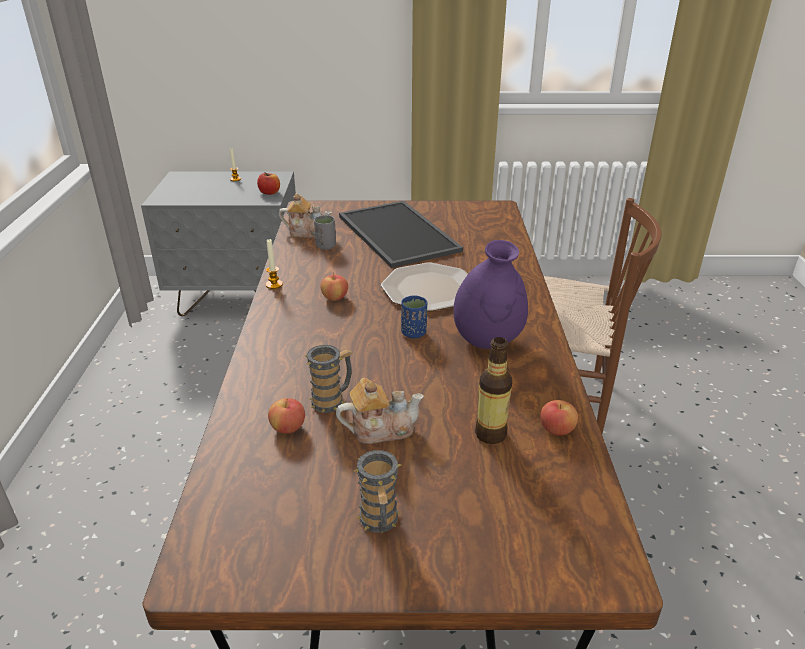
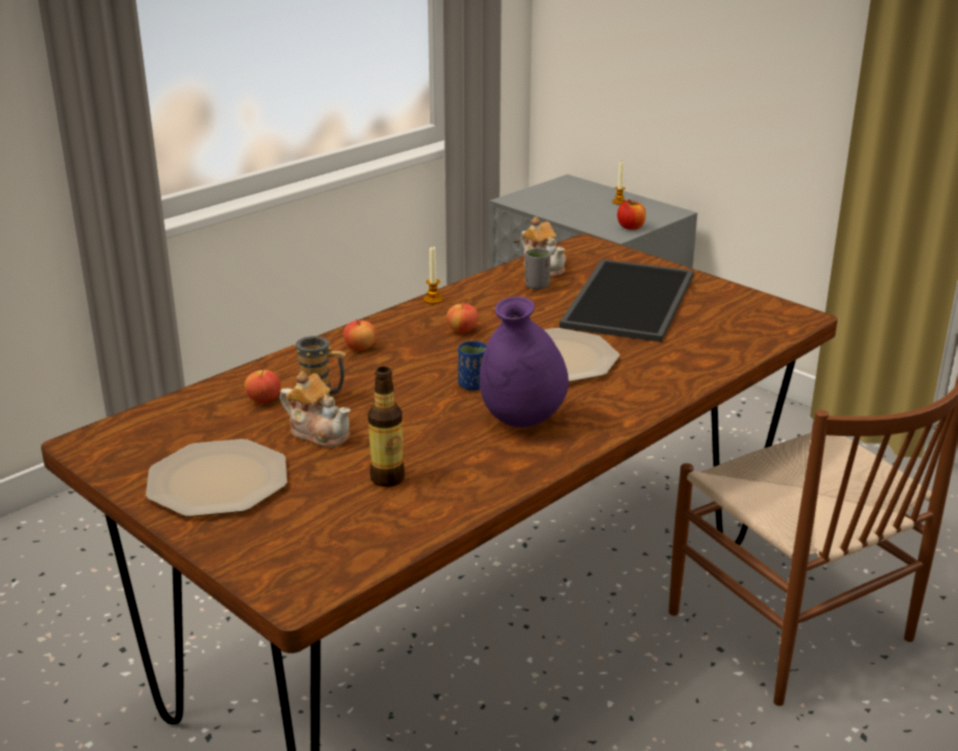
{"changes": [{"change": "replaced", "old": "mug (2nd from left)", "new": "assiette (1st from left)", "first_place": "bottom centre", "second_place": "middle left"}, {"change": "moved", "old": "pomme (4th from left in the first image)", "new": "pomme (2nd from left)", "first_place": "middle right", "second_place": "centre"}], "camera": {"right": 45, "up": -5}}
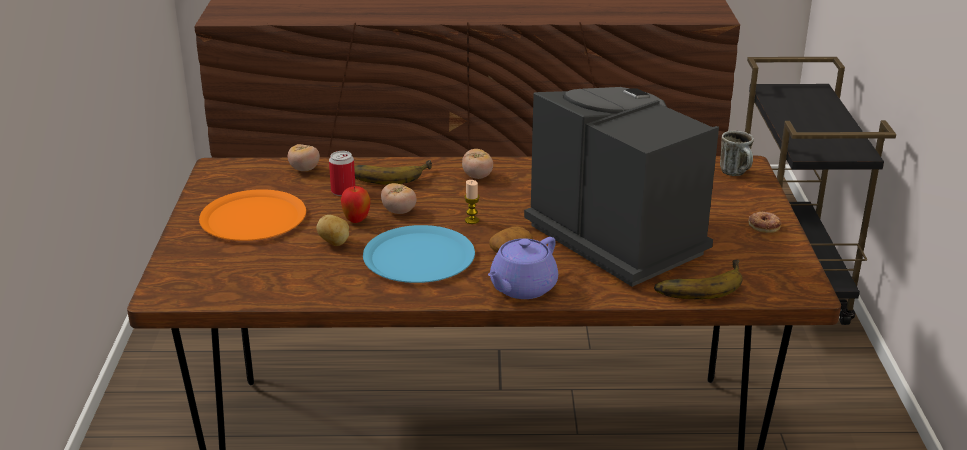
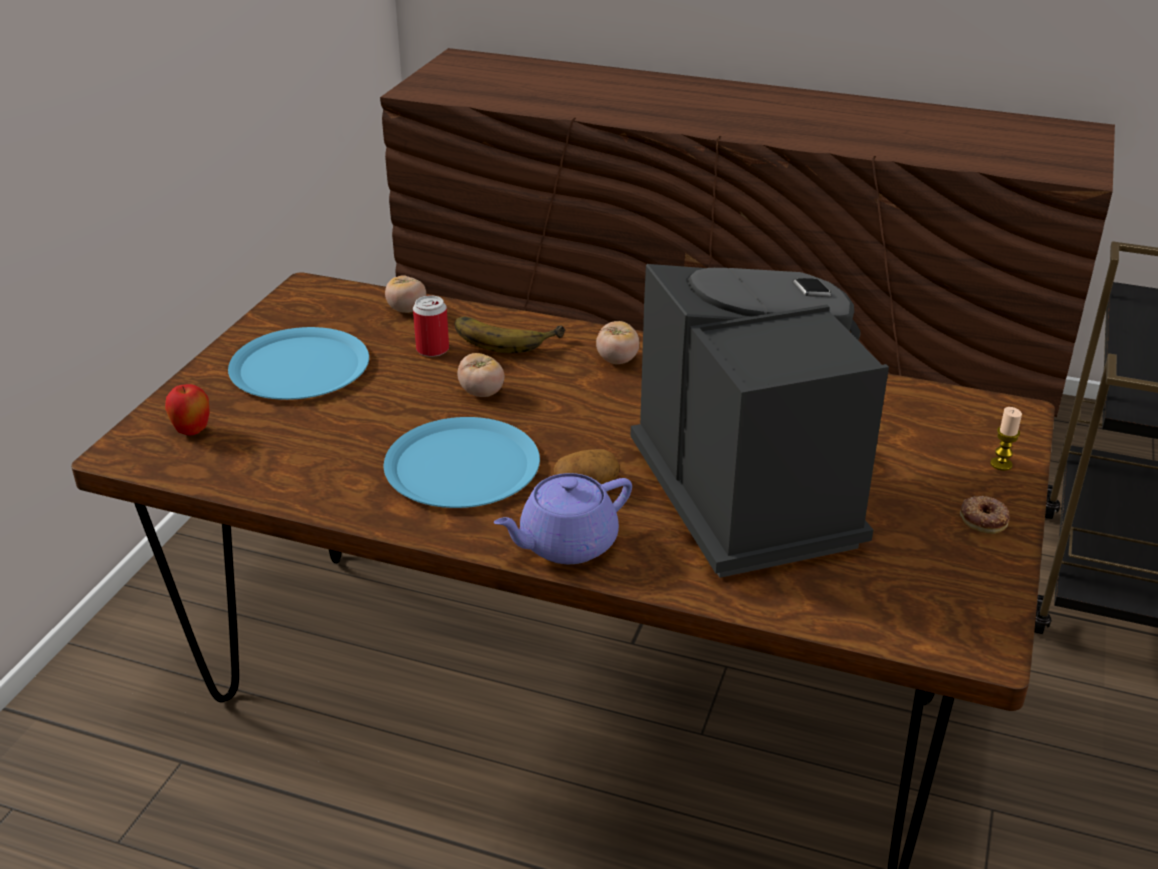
{"changes": [{"change": "recoloured", "old": "assiette [orange]", "new": "assiette [bleu] (1st from left)", "first_place": "middle left", "second_place": "middle left"}, {"change": "removed", "old": "pomme de terre (1st from left)", "first_place": "centre"}, {"change": "moved", "old": "pomme", "first_place": "centre", "second_place": "middle left"}, {"change": "moved", "old": "bougie", "first_place": "centre", "second_place": "middle right"}, {"change": "removed", "old": "banane (2nd from left)", "first_place": "middle right"}, {"change": "removed", "old": "mug", "first_place": "middle right"}], "camera": {"right": 20, "up": 5}}
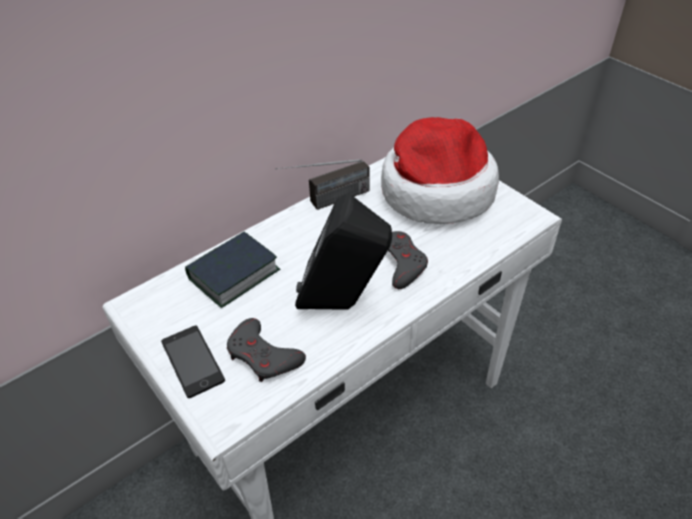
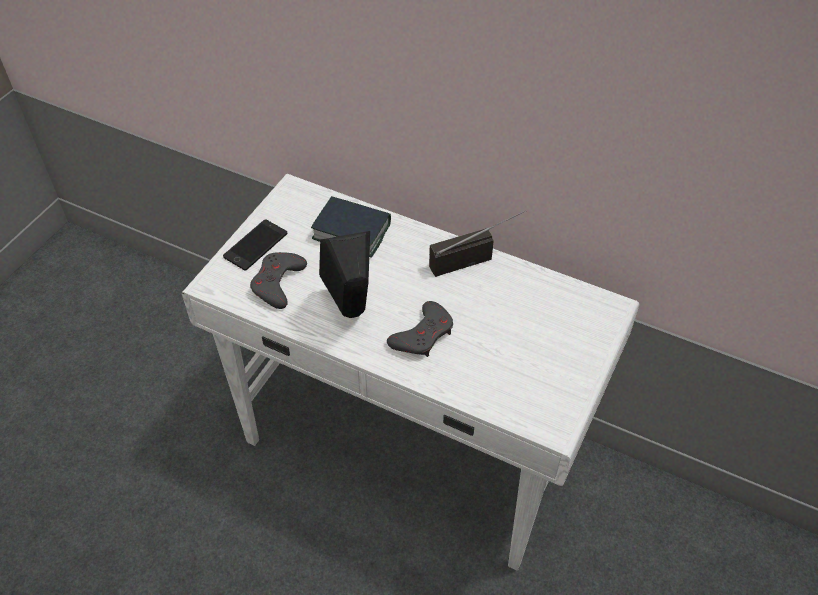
{"changes": [{"change": "turned", "old": "radio", "first_place": "centre", "second_place": "centre", "degrees": 120}, {"change": "removed", "old": "chapeau", "first_place": "top centre"}], "camera": {"right": 65, "up": 5}}
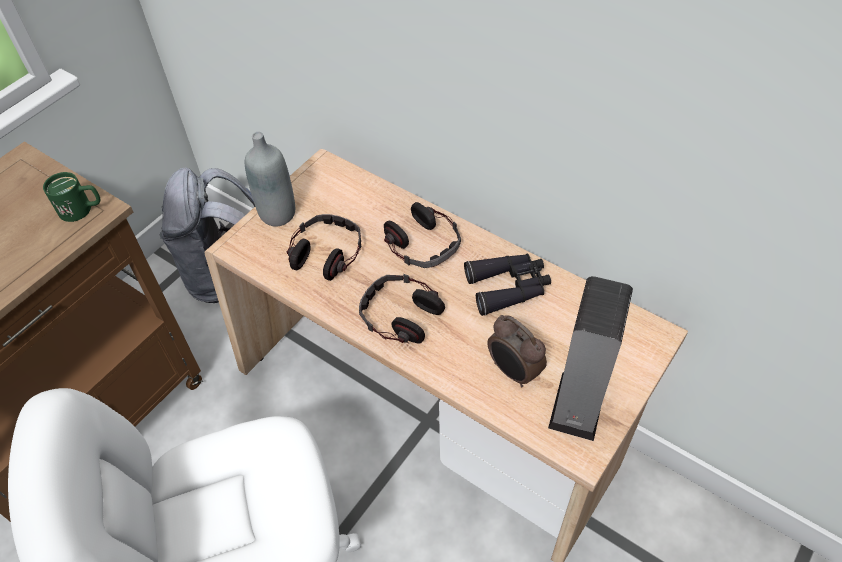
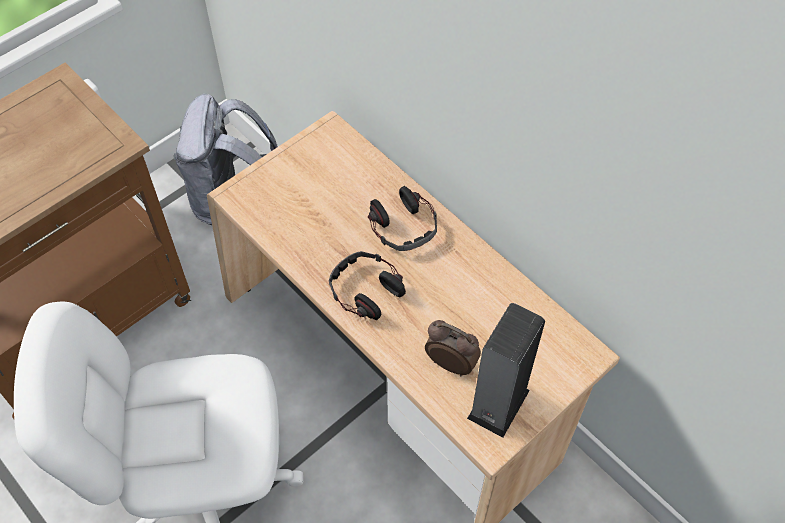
{"changes": [{"change": "removed", "old": "mug [vert]", "first_place": "middle left"}, {"change": "removed", "old": "bouteille [gris]", "first_place": "top left"}, {"change": "removed", "old": "casque audio (1st from left)", "first_place": "centre"}, {"change": "removed", "old": "jumelles [noir]", "first_place": "centre"}, {"change": "turned", "old": "réveil", "first_place": "centre", "second_place": "centre", "degrees": 150}], "camera": {"right": 10, "up": 5}}
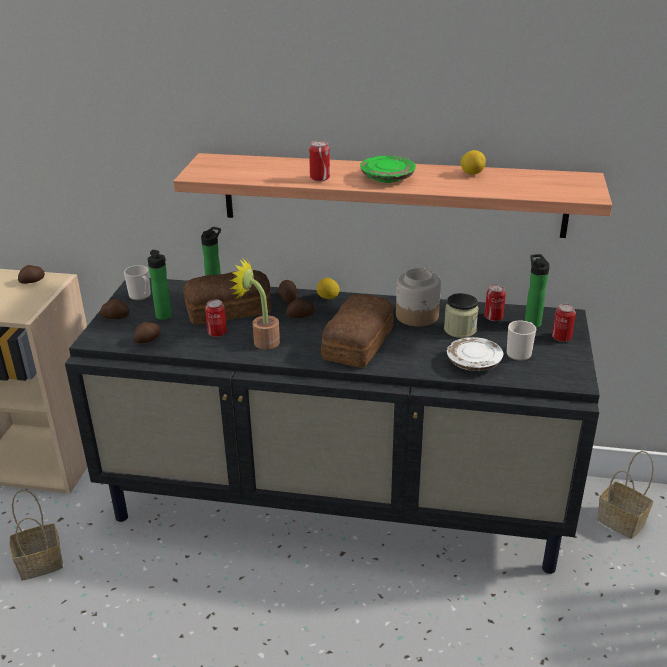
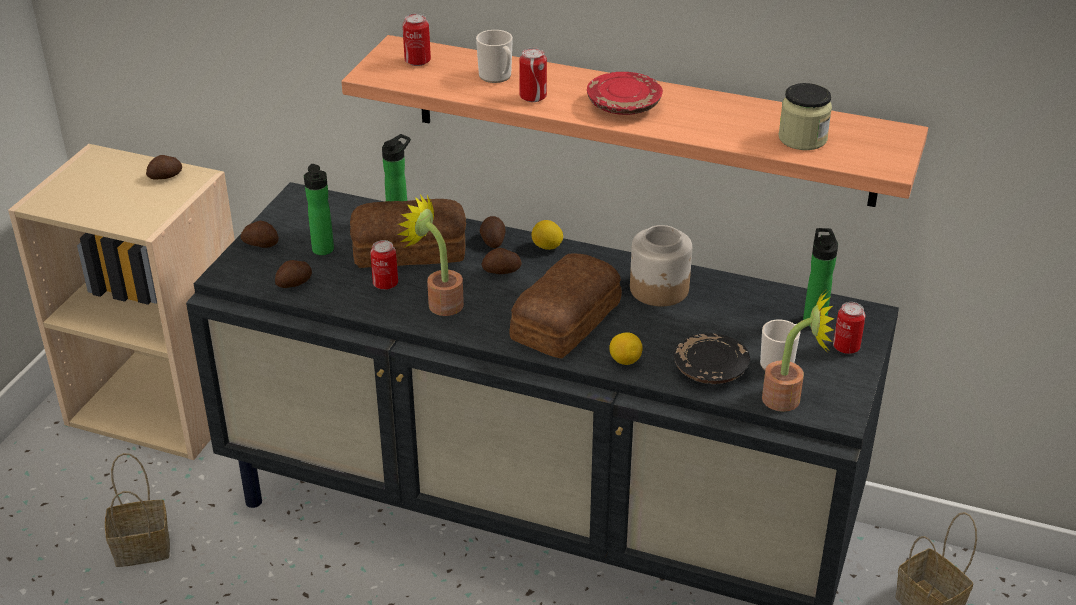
{"changes": [{"change": "moved", "old": "mug (1st from left)", "first_place": "middle left", "second_place": "top centre"}, {"change": "recoloured", "old": "assiette [vert]", "new": "assiette [rouge]", "first_place": "top centre", "second_place": "top centre"}, {"change": "moved", "old": "bocal (2nd from left)", "first_place": "middle right", "second_place": "top right"}, {"change": "recoloured", "old": "assiette [blanc]", "new": "assiette [noir]", "first_place": "middle right", "second_place": "centre"}, {"change": "moved", "old": "citron (2nd from left)", "first_place": "top right", "second_place": "centre"}, {"change": "moved", "old": "boîte métallique (3rd from left in the first image)", "new": "boîte métallique (2nd from left)", "first_place": "middle right", "second_place": "top centre"}, {"change": "added", "new": "plante en pot (2nd from left)", "second_place": "middle right"}], "camera": {"right": 10, "up": 5}}
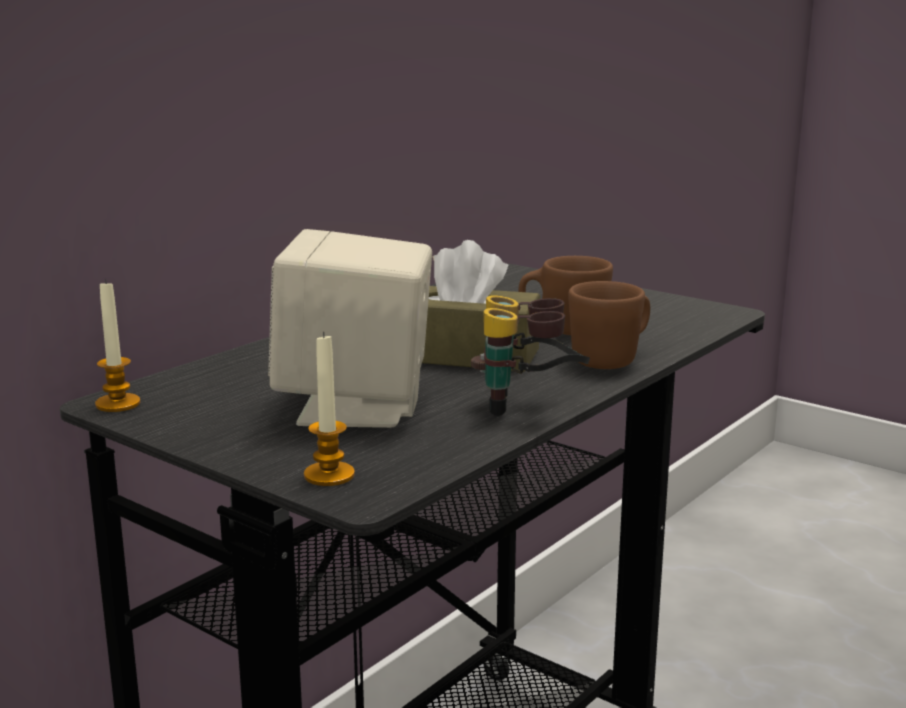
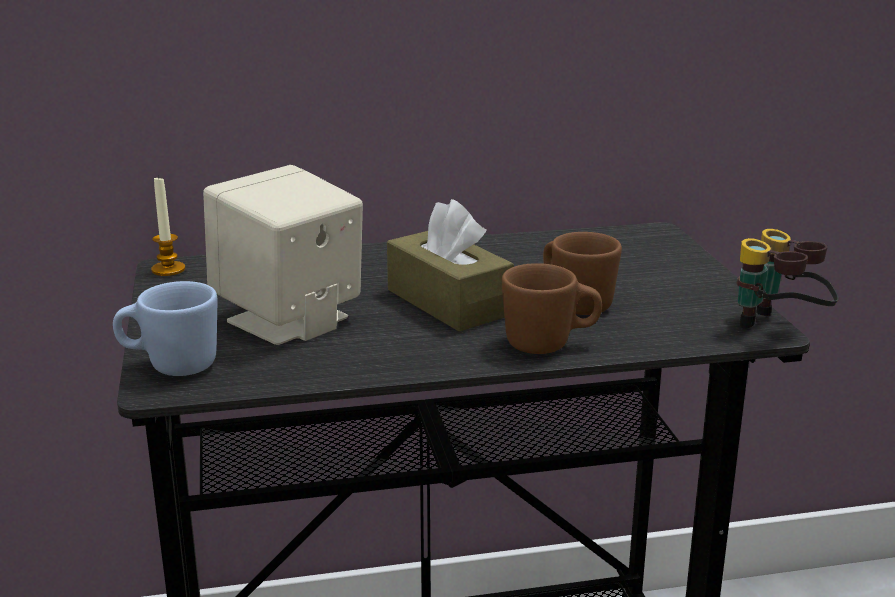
{"changes": [{"change": "replaced", "old": "bougie (2nd from left)", "new": "mug [bleu]", "first_place": "centre", "second_place": "middle left"}, {"change": "moved", "old": "jumelles", "first_place": "centre", "second_place": "middle right"}], "camera": {"right": 40, "up": 5}}
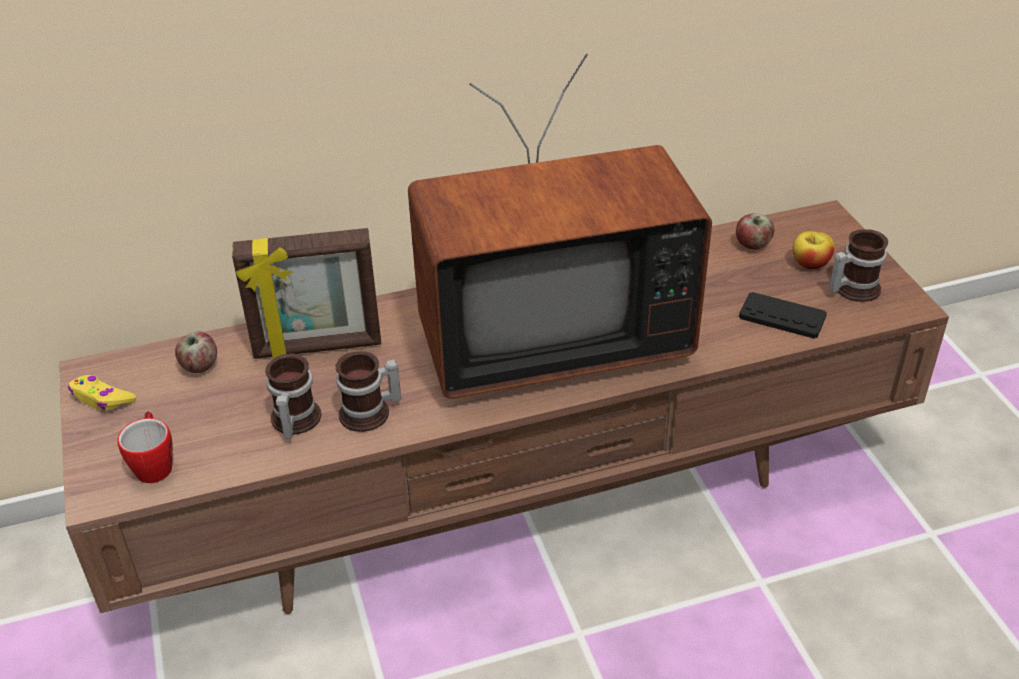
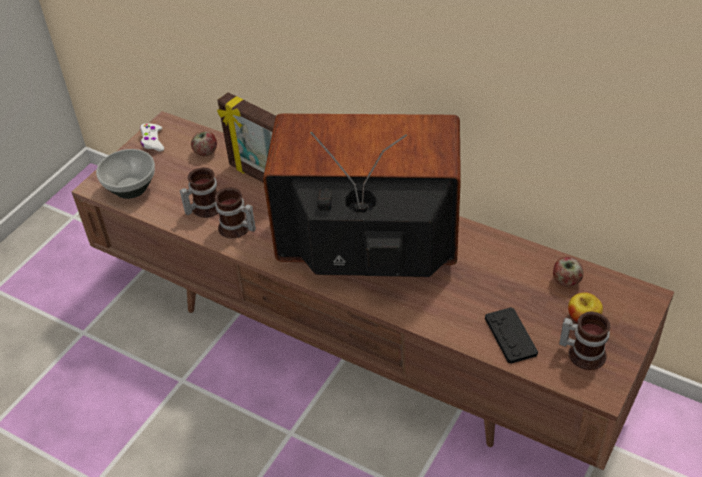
{"changes": [{"change": "recoloured", "old": "manette [jaune]", "new": "manette [blanc]", "first_place": "middle left", "second_place": "top left"}, {"change": "replaced", "old": "mug (1st from left)", "new": "bol", "first_place": "middle left", "second_place": "middle left"}, {"change": "turned", "old": "téléviseur", "first_place": "top centre", "second_place": "centre", "degrees": 150}], "camera": {"right": 50, "up": 5}}
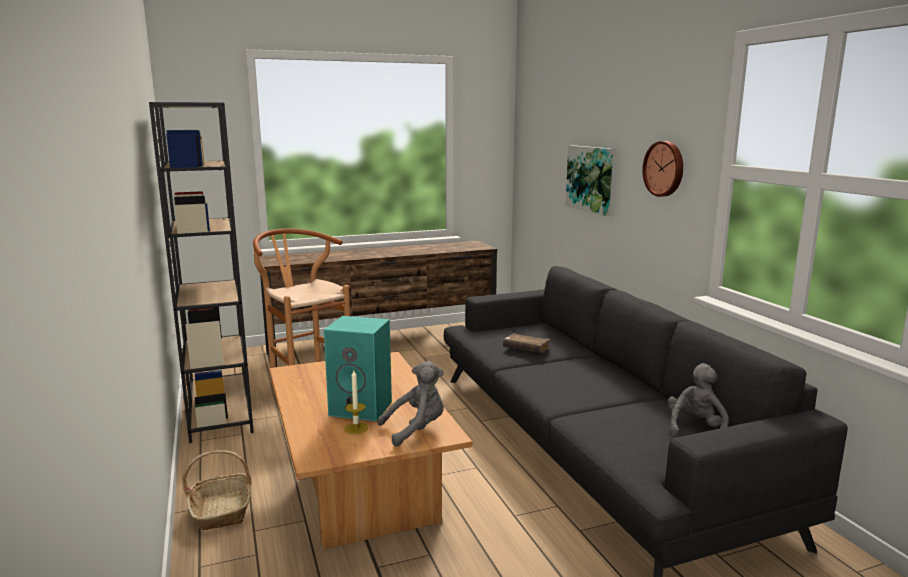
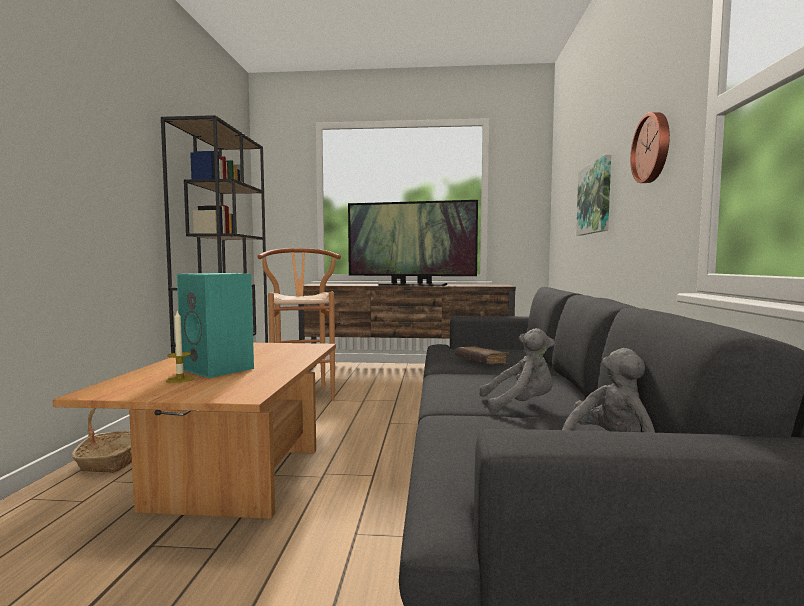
{"changes": [{"change": "moved", "old": "peluche [gris] (1st from left)", "first_place": "bottom centre", "second_place": "centre"}, {"change": "added", "new": "téléviseur", "second_place": "centre"}], "camera": {"right": 25, "up": -10}}
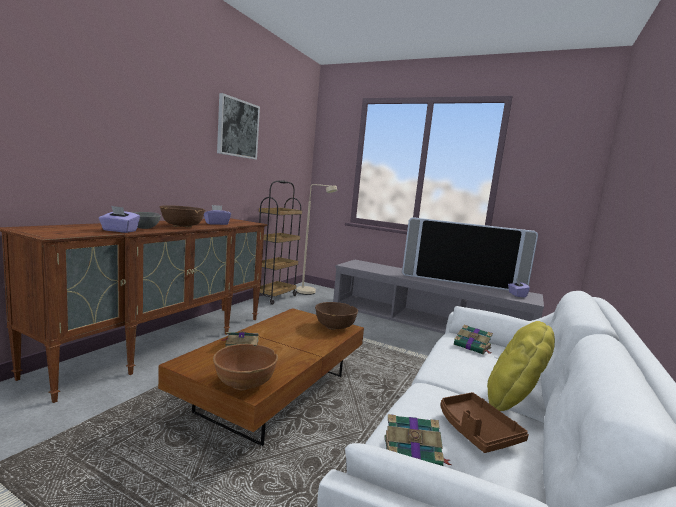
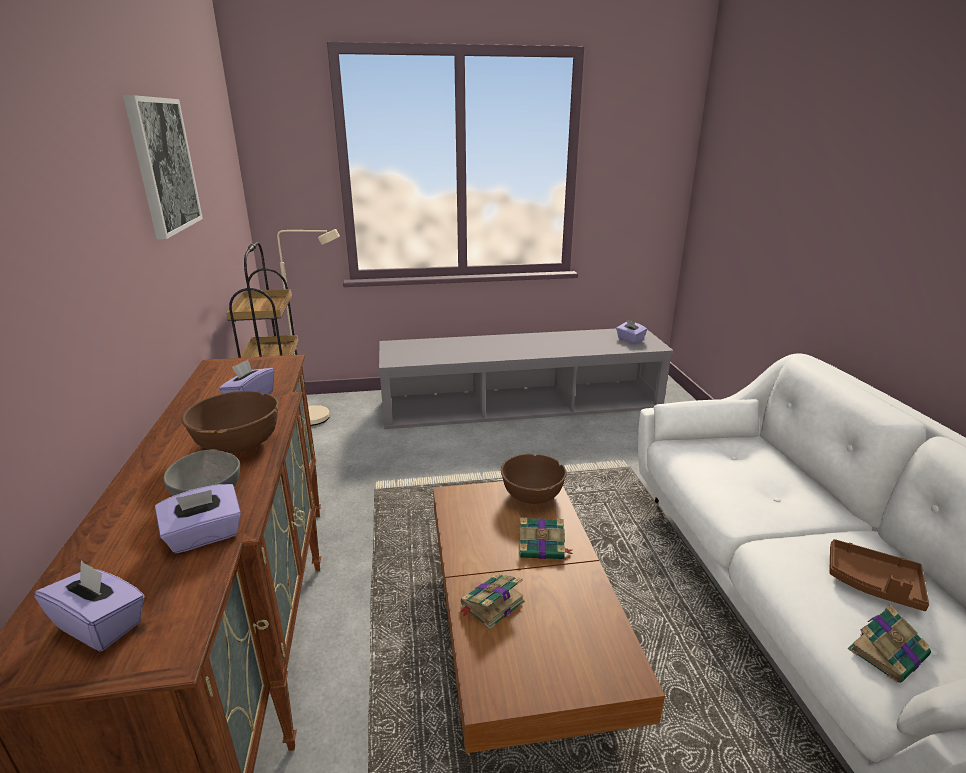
{"changes": [{"change": "removed", "old": "bol [marron] (2nd from left)", "first_place": "bottom centre"}, {"change": "removed", "old": "téléviseur", "first_place": "middle right"}, {"change": "moved", "old": "livre (3rd from left in the first image)", "new": "livre (2nd from left)", "first_place": "bottom right", "second_place": "bottom centre"}, {"change": "removed", "old": "coussin [jaune]", "first_place": "bottom right"}, {"change": "added", "new": "boîte à mouchoirs [violet] (1st from left)", "second_place": "bottom left"}], "camera": {"right": -35, "up": 15}}
